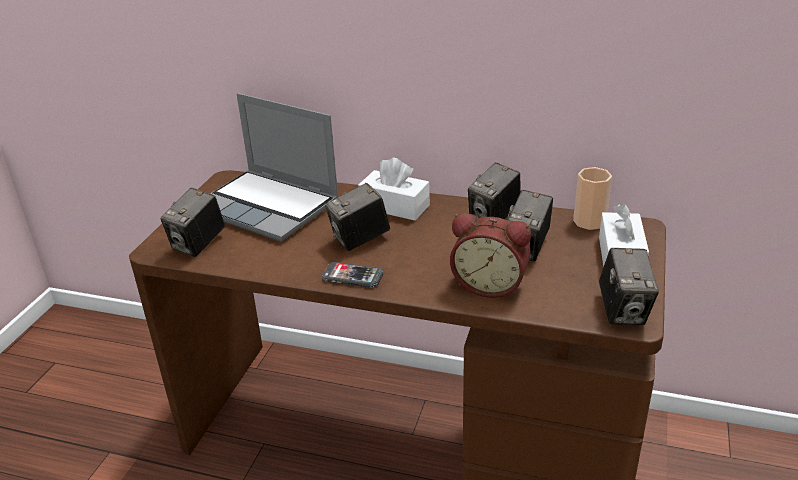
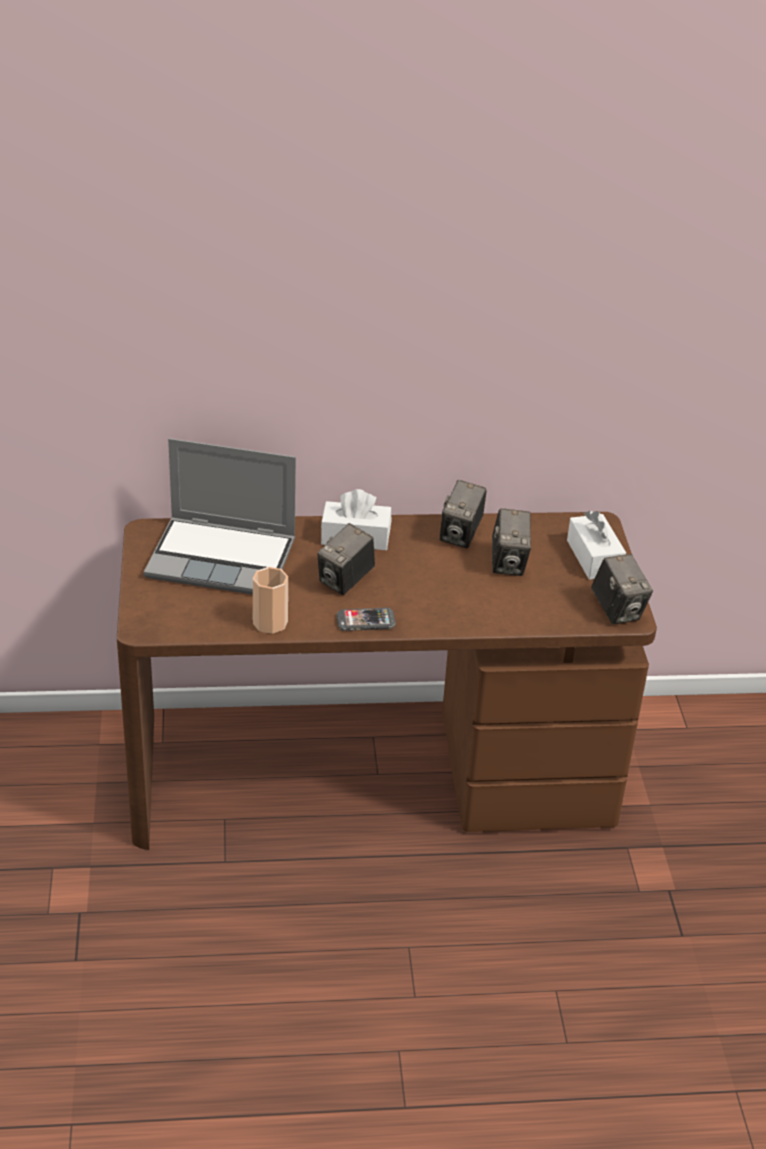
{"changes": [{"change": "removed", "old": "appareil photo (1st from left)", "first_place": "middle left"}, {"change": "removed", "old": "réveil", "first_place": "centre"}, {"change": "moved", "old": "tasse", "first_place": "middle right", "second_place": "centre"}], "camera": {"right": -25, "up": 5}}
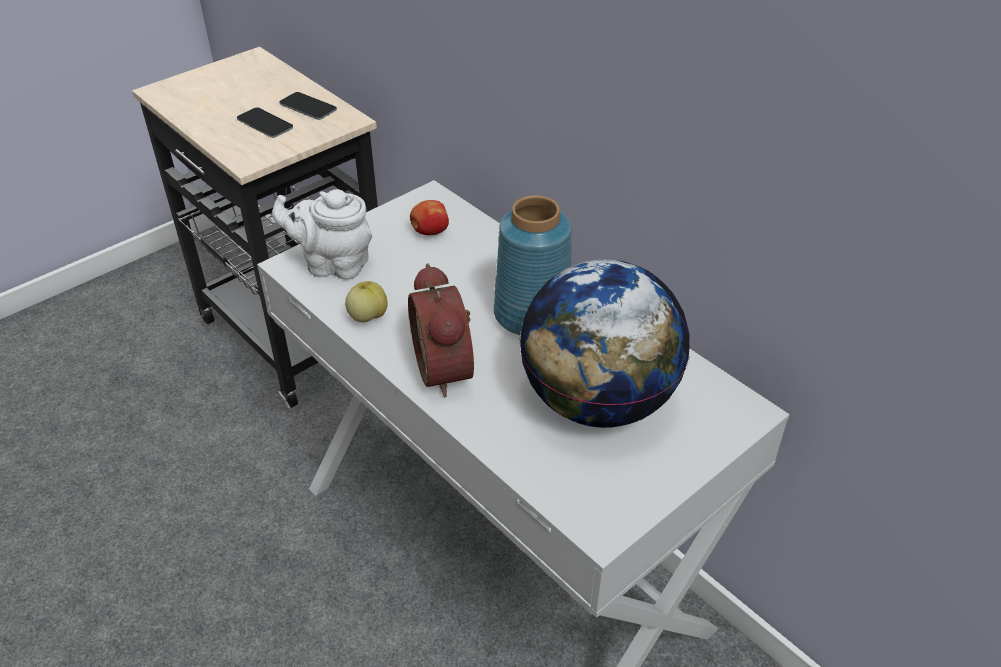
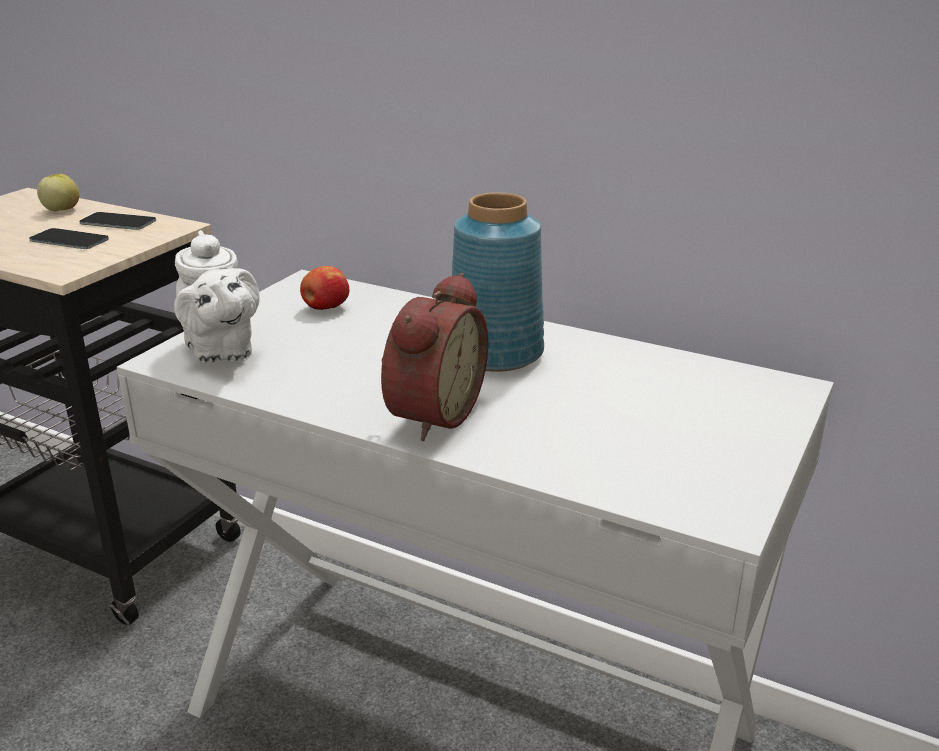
{"changes": [{"change": "turned", "old": "théière [blanc]", "first_place": "middle left", "second_place": "middle left", "degrees": -105}, {"change": "moved", "old": "pomme (1st from left)", "first_place": "centre", "second_place": "top left"}, {"change": "turned", "old": "réveil", "first_place": "centre", "second_place": "centre", "degrees": -120}, {"change": "removed", "old": "globe", "first_place": "centre"}], "camera": {"right": -20, "up": -15}}
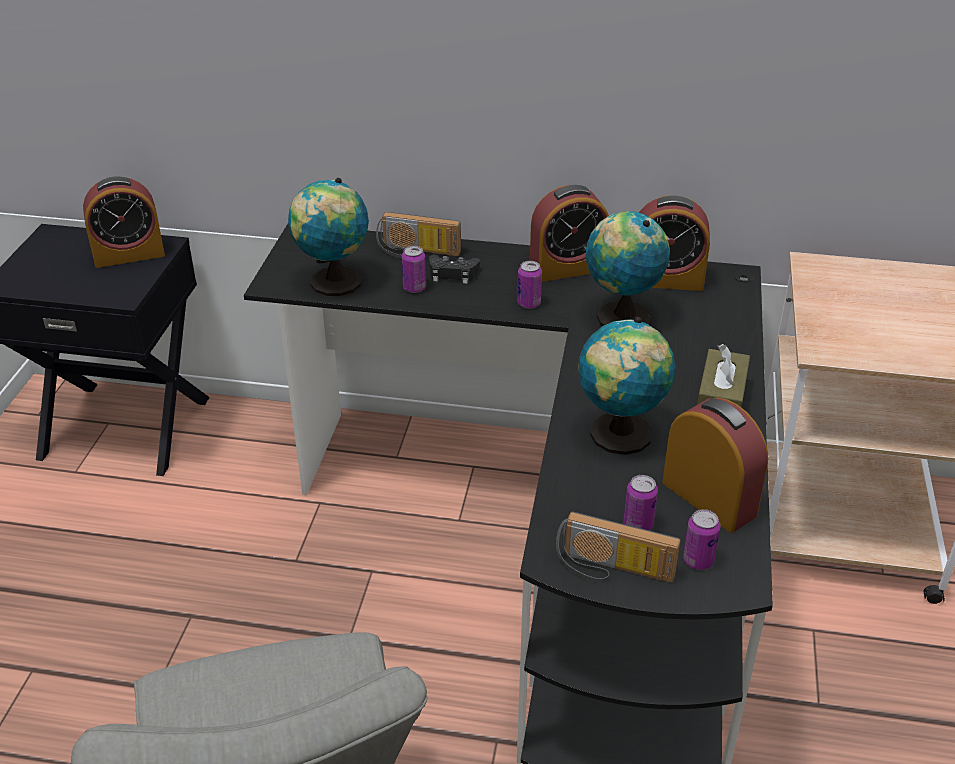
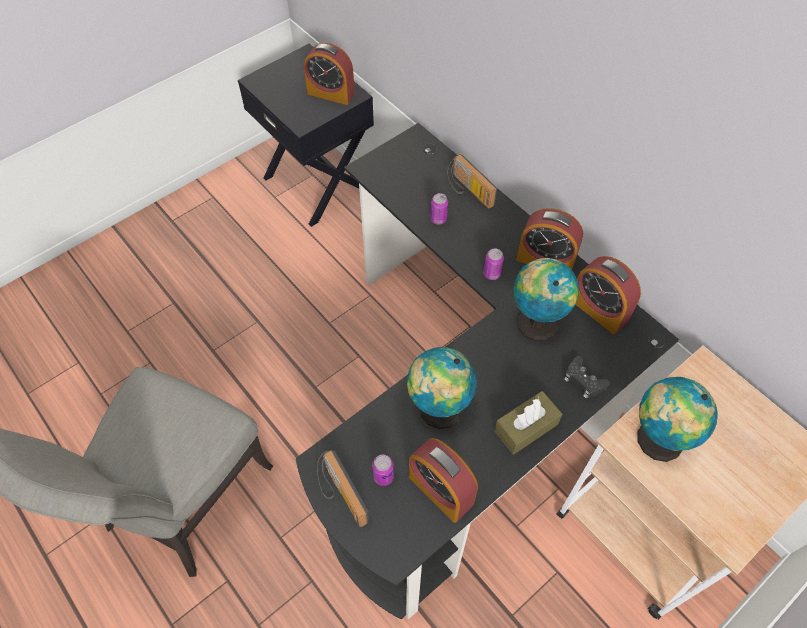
{"changes": [{"change": "moved", "old": "globe (1st from left in the first image)", "new": "globe (3rd from left)", "first_place": "top centre", "second_place": "bottom right"}, {"change": "moved", "old": "manette [noir]", "first_place": "centre", "second_place": "middle right"}, {"change": "turned", "old": "réveil (4th from left in the first image)", "first_place": "middle right", "second_place": "bottom centre", "degrees": 135}, {"change": "removed", "old": "boîte métallique (4th from left)", "first_place": "bottom right"}], "camera": {"right": 40, "up": 20}}
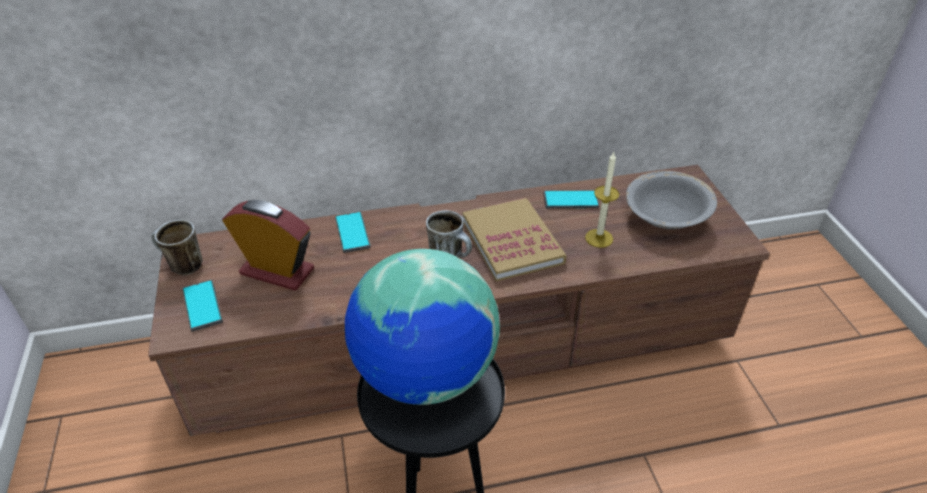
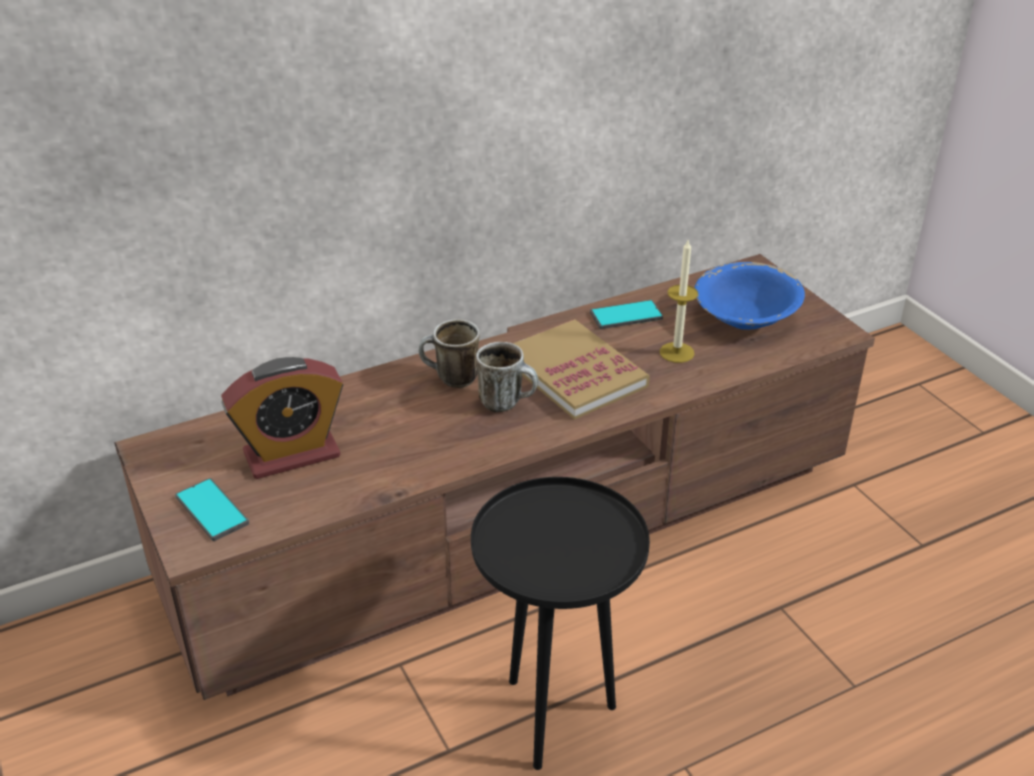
{"changes": [{"change": "moved", "old": "mug (1st from left)", "first_place": "middle left", "second_place": "centre"}, {"change": "turned", "old": "réveil", "first_place": "middle left", "second_place": "middle left", "degrees": 150}, {"change": "removed", "old": "téléphone (2nd from left)", "first_place": "centre"}, {"change": "removed", "old": "globe", "first_place": "centre"}, {"change": "recoloured", "old": "bol [gris]", "new": "bol [bleu]", "first_place": "middle right", "second_place": "middle right"}], "camera": {"right": -15, "up": -5}}
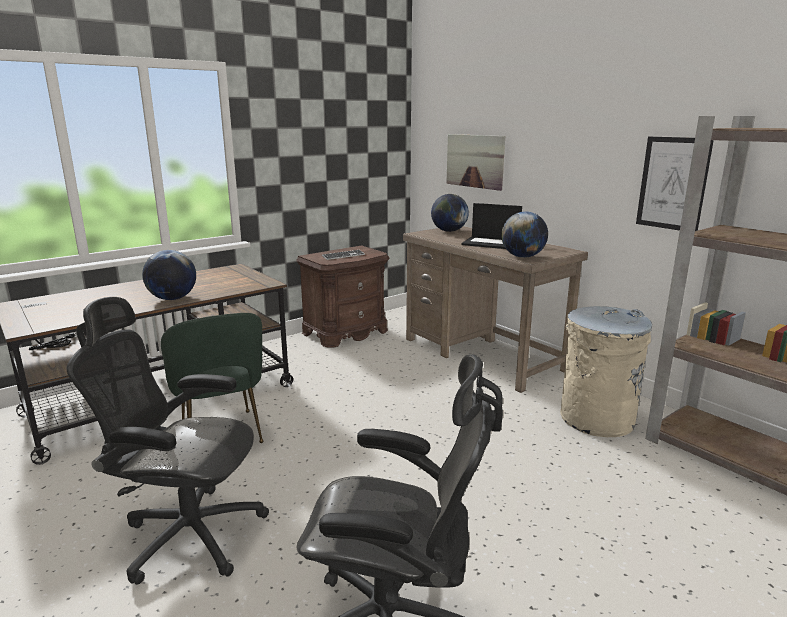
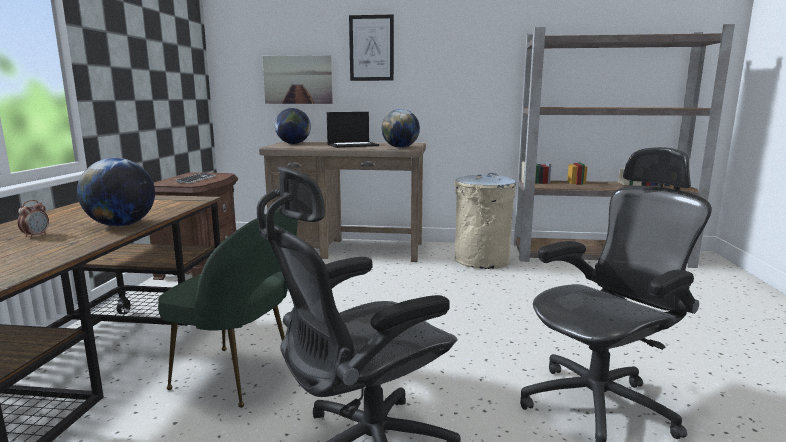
{"changes": [{"change": "moved", "old": "tableau (2nd from left)", "first_place": "top right", "second_place": "top centre"}, {"change": "added", "new": "réveil", "second_place": "middle left"}], "camera": {"right": -45, "up": -5}}
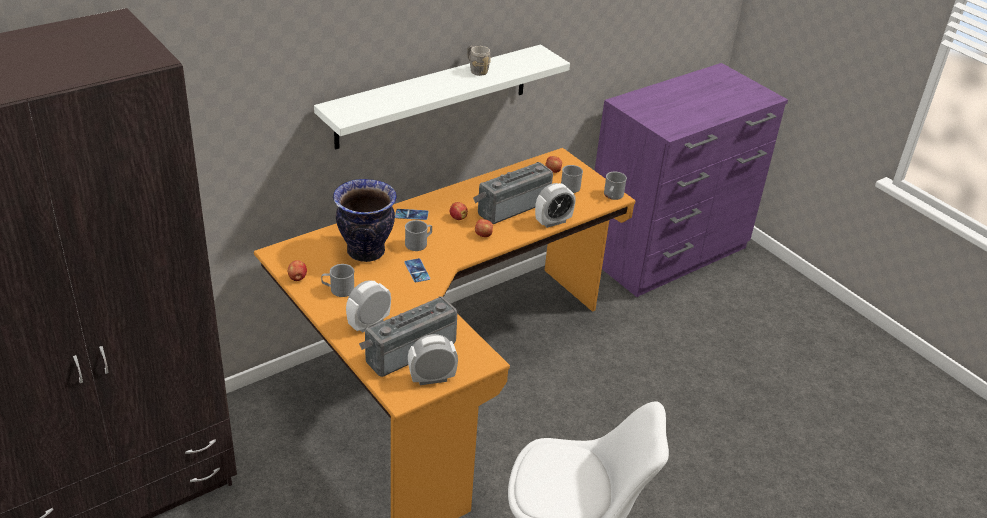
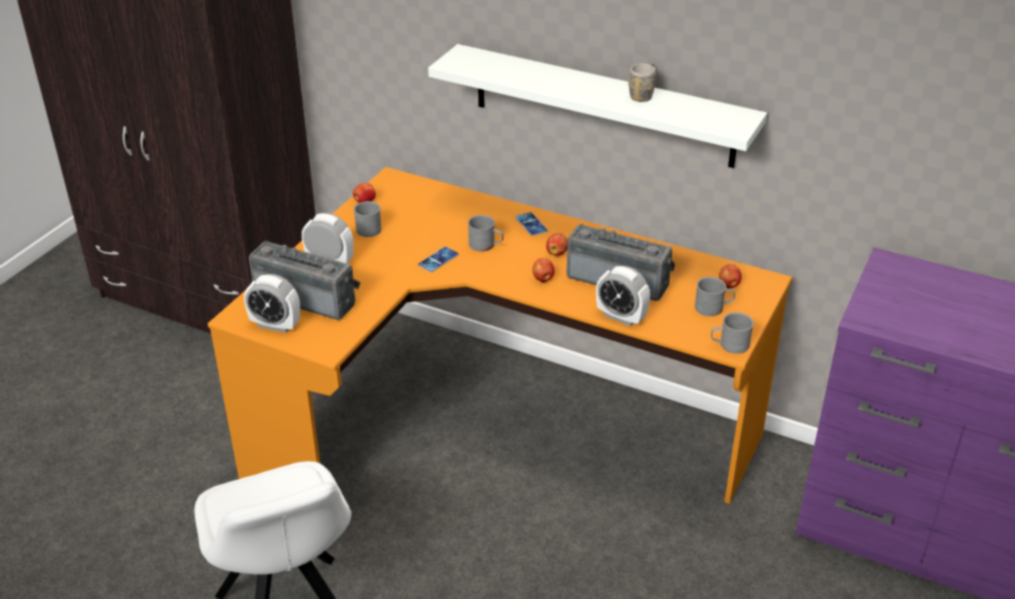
{"changes": [{"change": "removed", "old": "vase", "first_place": "centre"}, {"change": "turned", "old": "réveil (2nd from left in the first image)", "first_place": "bottom centre", "second_place": "middle left", "degrees": 150}], "camera": {"right": 65, "up": 0}}
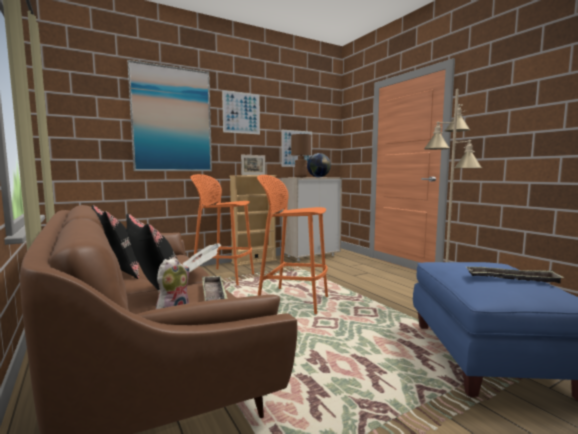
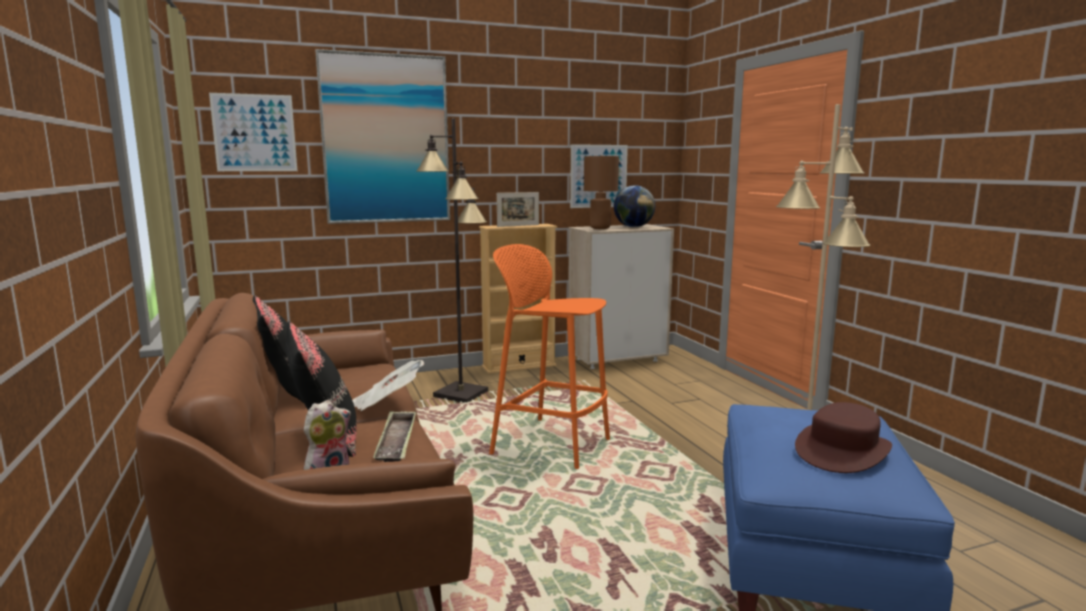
{"changes": [{"change": "replaced", "old": "tabouret [orange] (1st from left)", "new": "lampadaire [noir]", "first_place": "centre", "second_place": "centre"}, {"change": "moved", "old": "tableau (2nd from left in the first image)", "new": "tableau (1st from left)", "first_place": "top centre", "second_place": "top left"}, {"change": "replaced", "old": "plateau (2nd from left)", "new": "chapeau [marron]", "first_place": "middle right", "second_place": "bottom right"}], "camera": {"right": 10, "up": 5}}
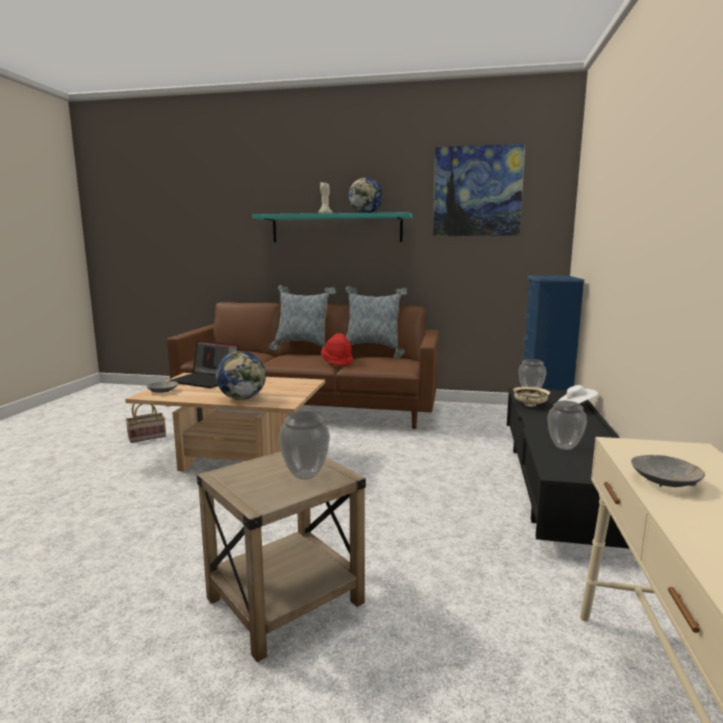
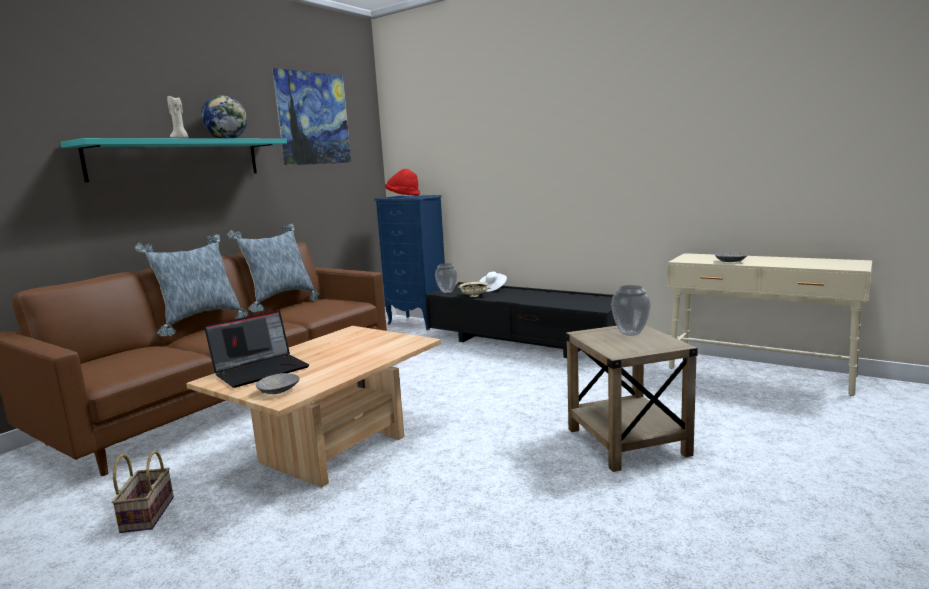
{"changes": [{"change": "removed", "old": "globe (1st from left)", "first_place": "centre"}, {"change": "moved", "old": "chapeau [rouge]", "first_place": "centre", "second_place": "top centre"}, {"change": "removed", "old": "vase (3rd from left)", "first_place": "middle right"}], "camera": {"right": -65, "up": 0}}
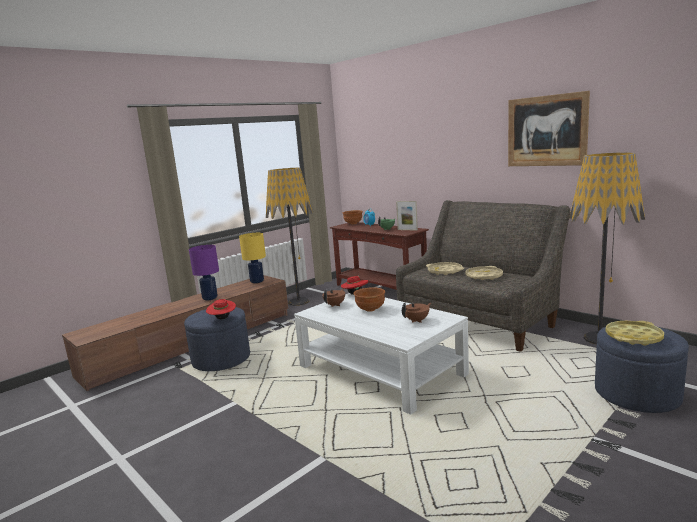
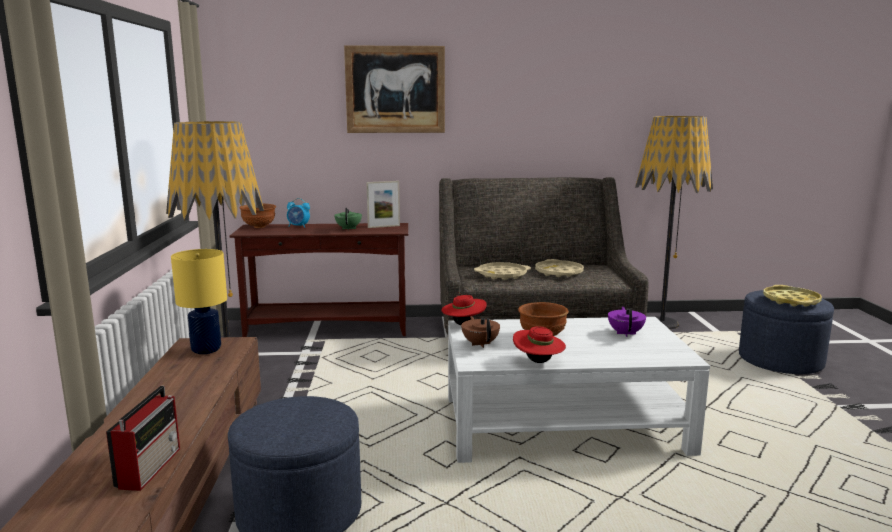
{"changes": [{"change": "removed", "old": "lampe de table [violet]", "first_place": "middle left"}, {"change": "moved", "old": "chapeau [rouge] (1st from left in the first image)", "new": "chapeau [rouge] (2nd from left)", "first_place": "middle left", "second_place": "centre"}, {"change": "recoloured", "old": "théière [marron] (2nd from left)", "new": "théière [violet]", "first_place": "centre", "second_place": "middle right"}, {"change": "moved", "old": "tableau", "first_place": "top right", "second_place": "top centre"}, {"change": "added", "new": "radio", "second_place": "bottom left"}], "camera": {"right": -50, "up": 0}}
